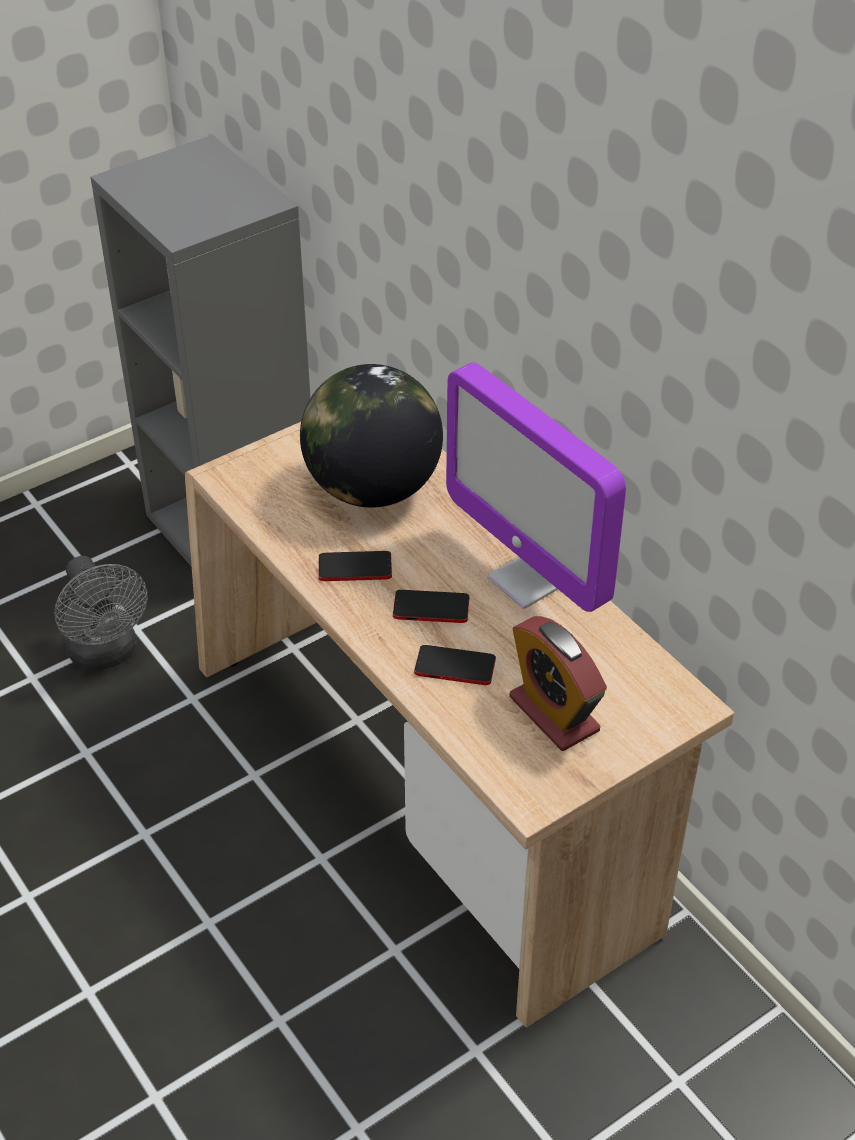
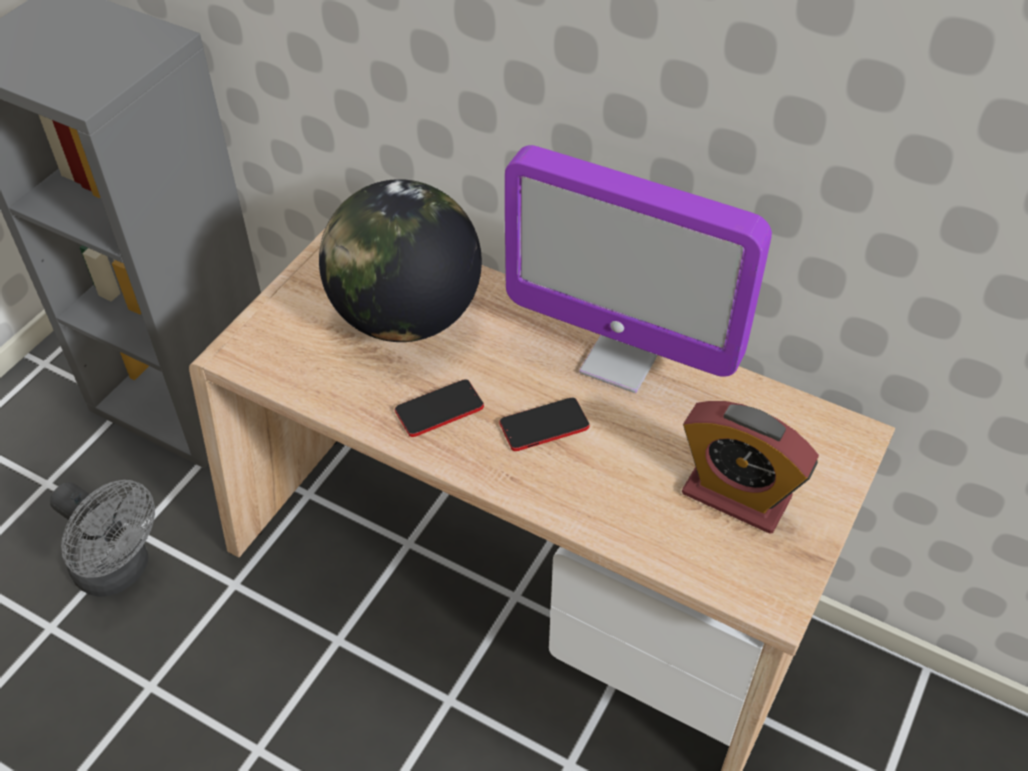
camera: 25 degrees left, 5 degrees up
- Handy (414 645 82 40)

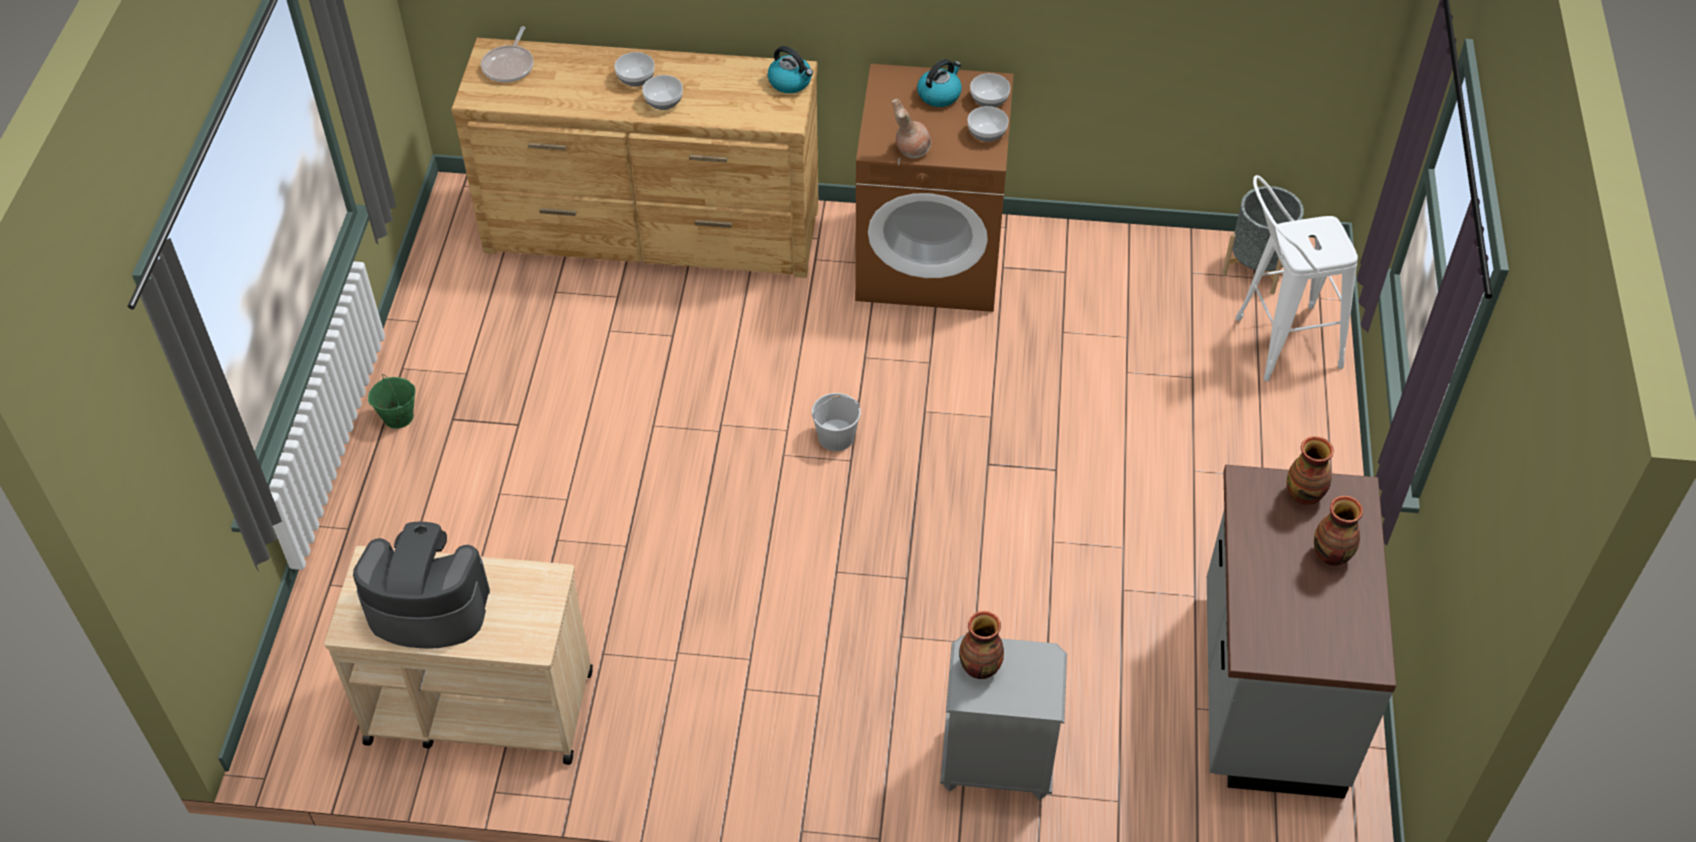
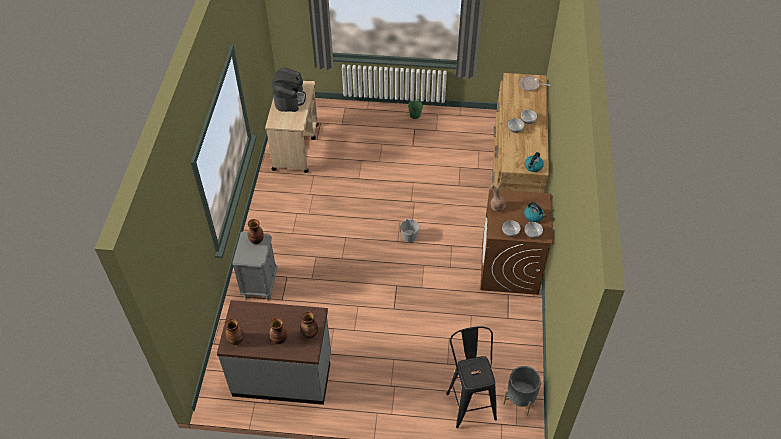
camera: 90 degrees right, 0 degrees up
+ Vase (225 318 19 27)
~ Hocker [weiß] (1236 175 122 206) to Hocker [schwarz] (446 326 51 102)

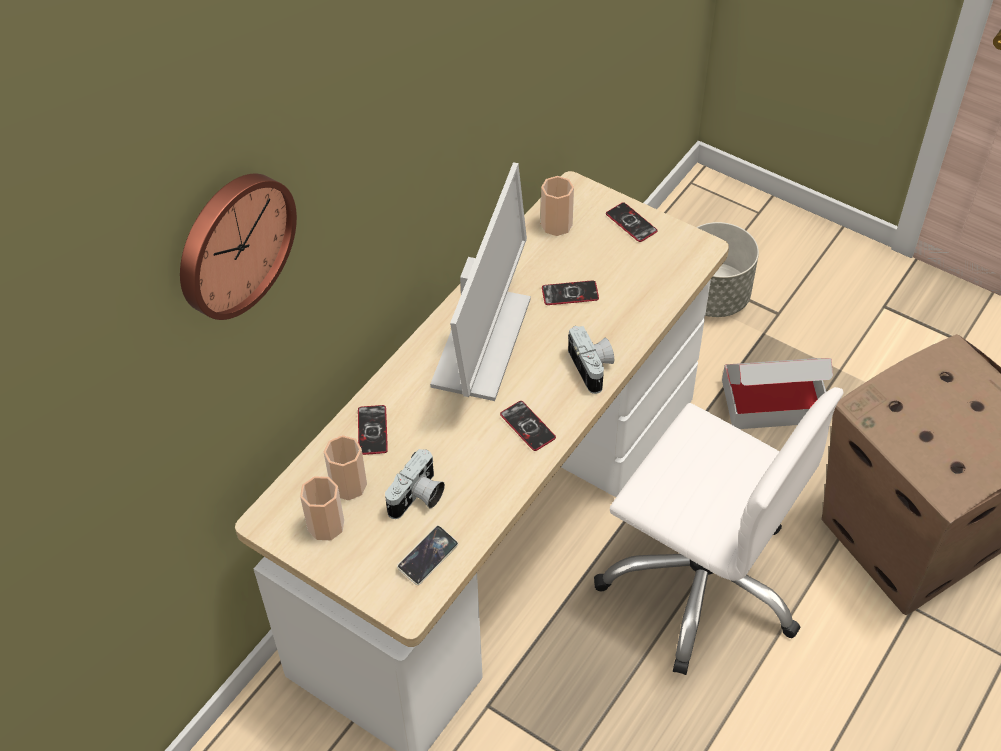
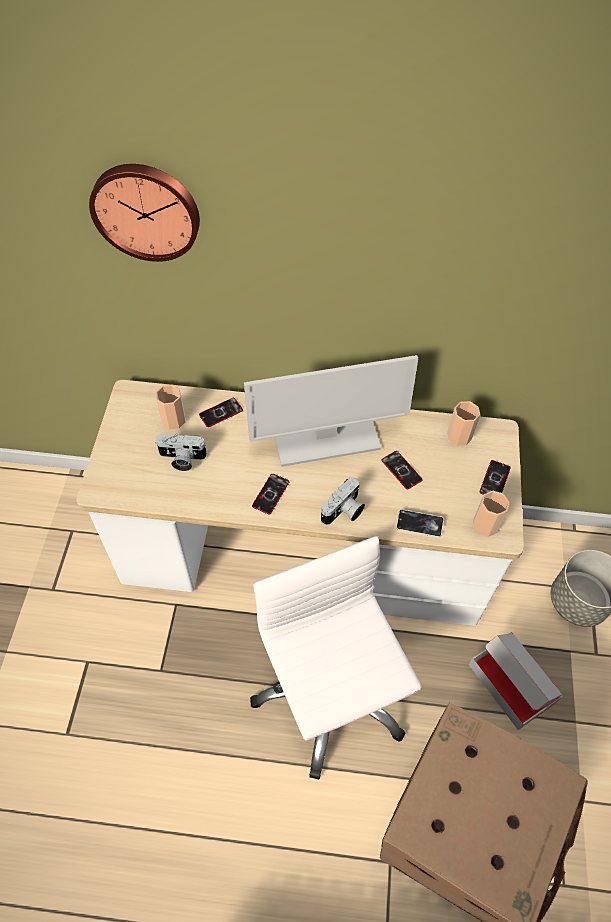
camera: 60 degrees right, 5 degrees up
~ Tasse (300 476 44 65) to (472 491 38 46)
~ Handy (397 525 61 60) to (396 509 48 28)
~ Bürostuhl [weiß] (594 387 249 288) = (250 536 172 243) 150 degrees clockwise

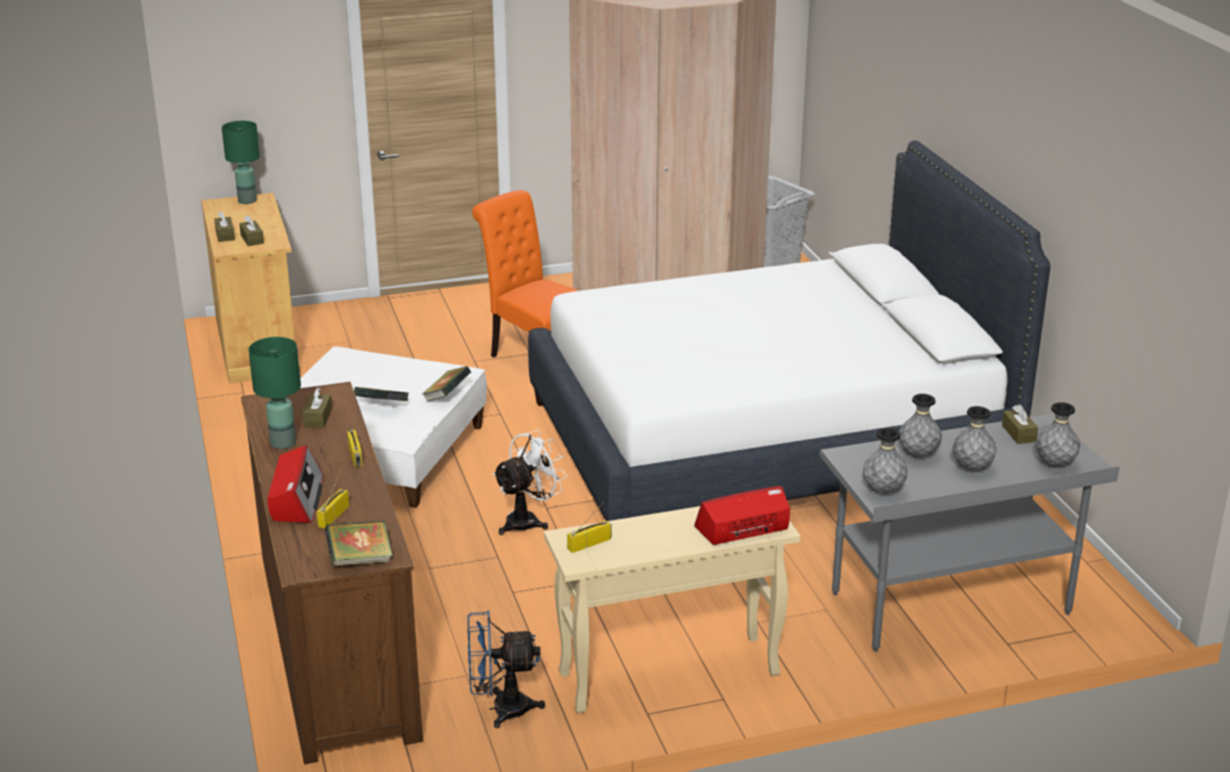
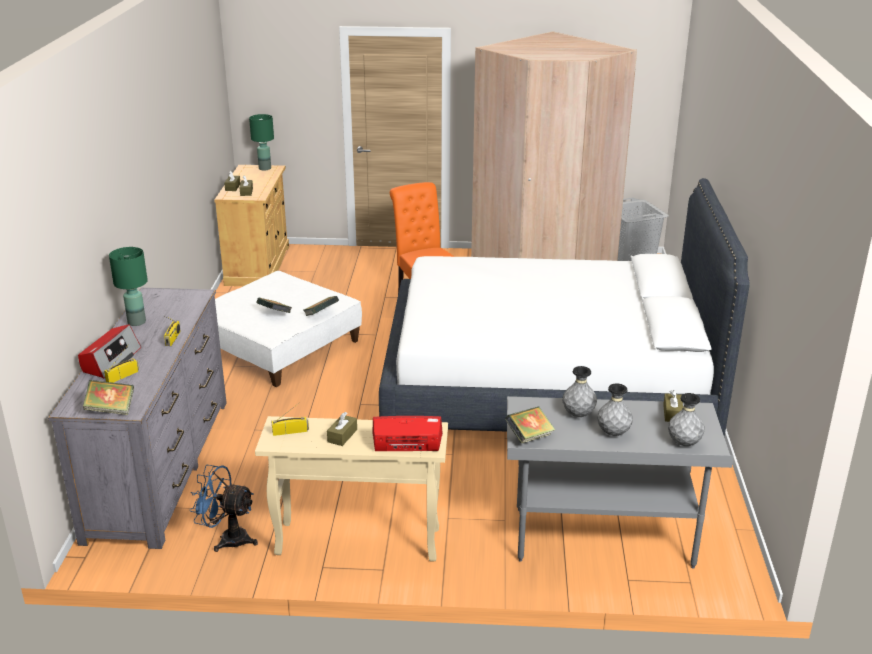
camera: 20 degrees right, 0 degrees up
- Ventilator [weiß] (492 429 75 106)
~ Taschentuchbox [braun] (302 388 30 40) to (327 412 30 34)
~ Vase [grau] (863 428 45 66) to Buch (505 406 50 38)
~ Kommode [braun] (241 382 182 382) to Kommode [grau] (48 288 179 261)

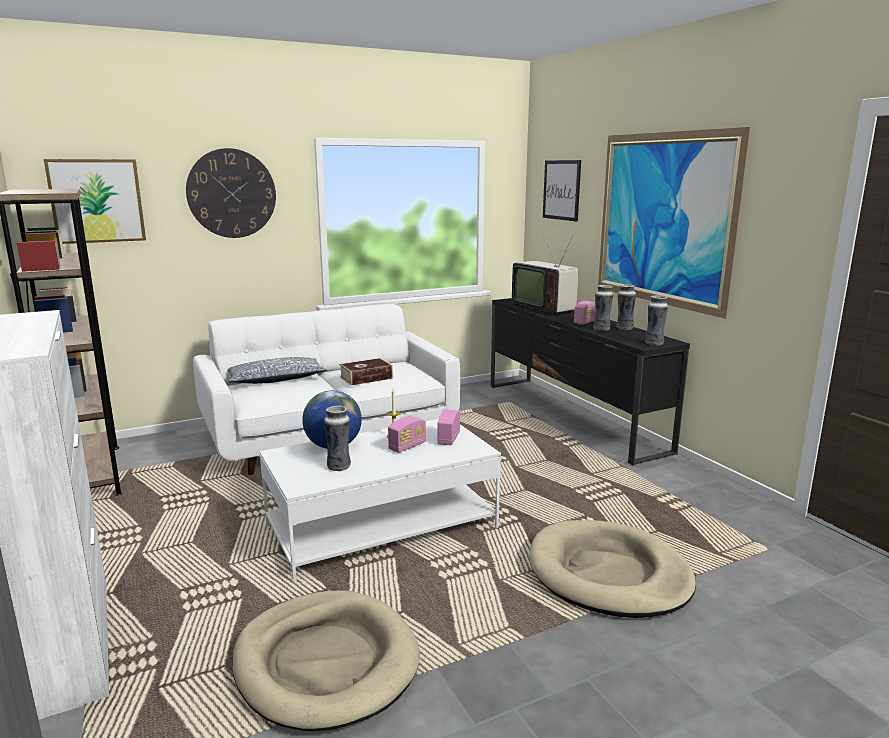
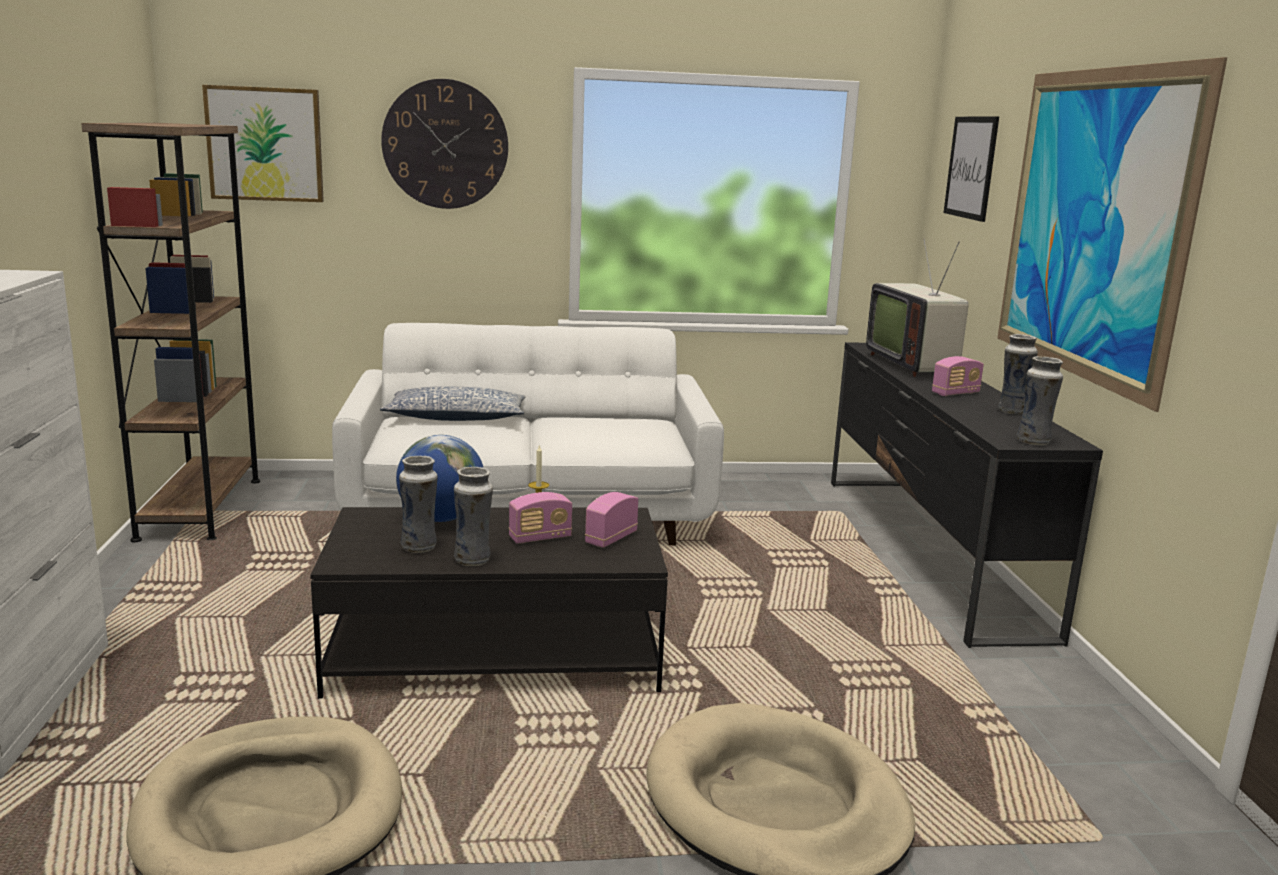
camera: 20 degrees right, 0 degrees up
- Buch (339 358 54 27)
~ Vase (593 285 20 46) to (454 467 39 99)
~ Couchtisch [weiß] (259 419 242 164) to Couchtisch [schwarz] (310 507 358 192)

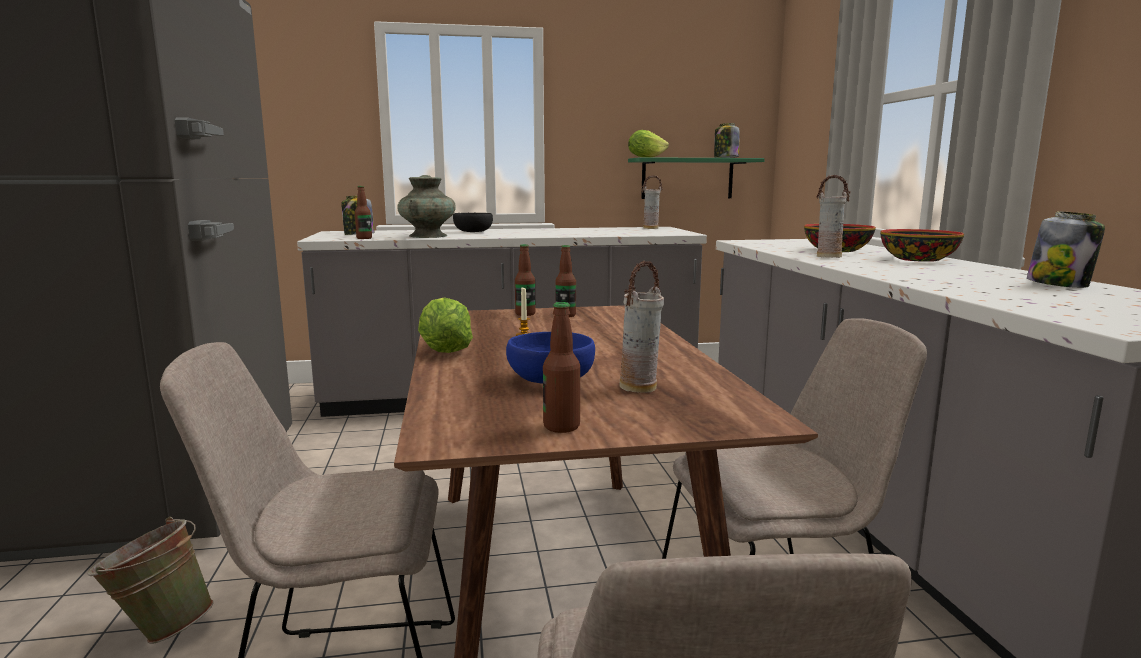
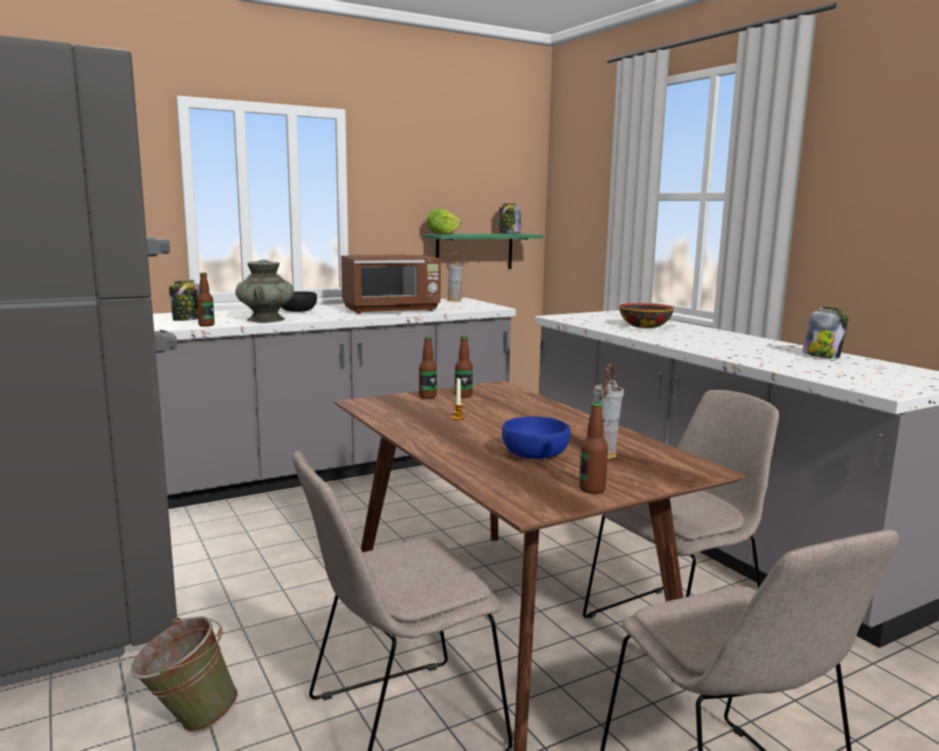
camera: 20 degrees left, 0 degrees up
- Salatkopf (418 297 55 56)
- Vase (816 175 35 83)
- Schüssel (880 229 84 33)
+ Mikrowelle [braun] (341 254 100 60)

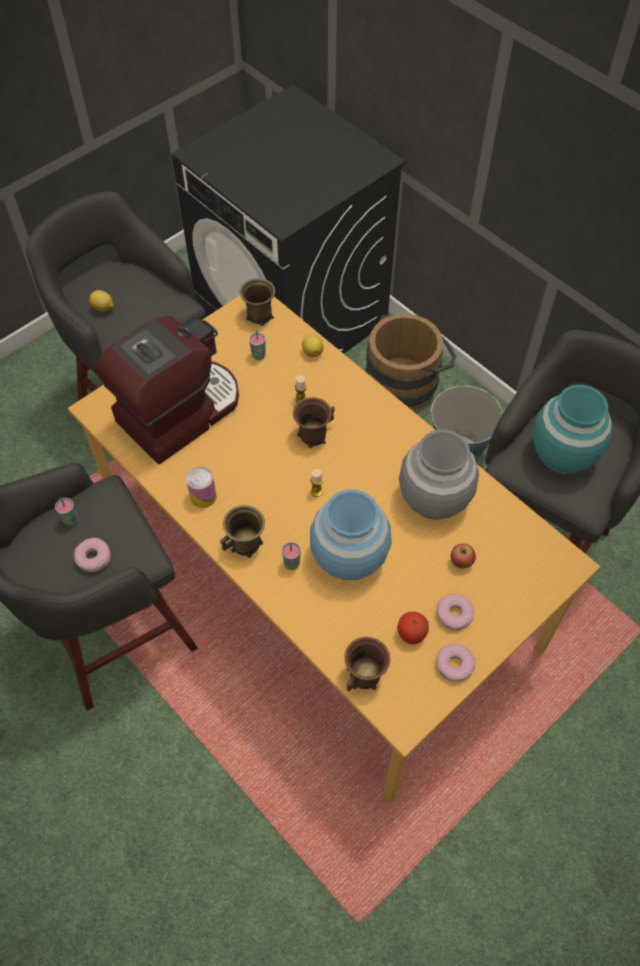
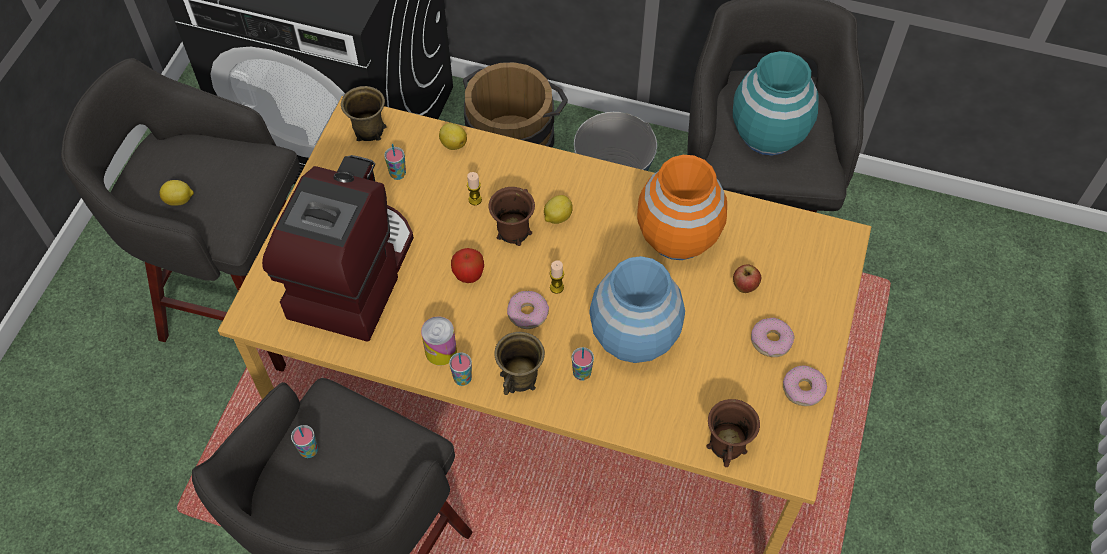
camera: 30 degrees left, 0 degrees up
+ Tasse (449 352 23 34)
+ Zitrone (544 195 29 29)
~ Donut (74 538 37 34) to (507 291 42 38)
~ Apfel (397 612 32 32) to (451 248 33 35)
~ Vase [grau] (399 429 80 91) to Vase [orange] (637 155 90 105)

